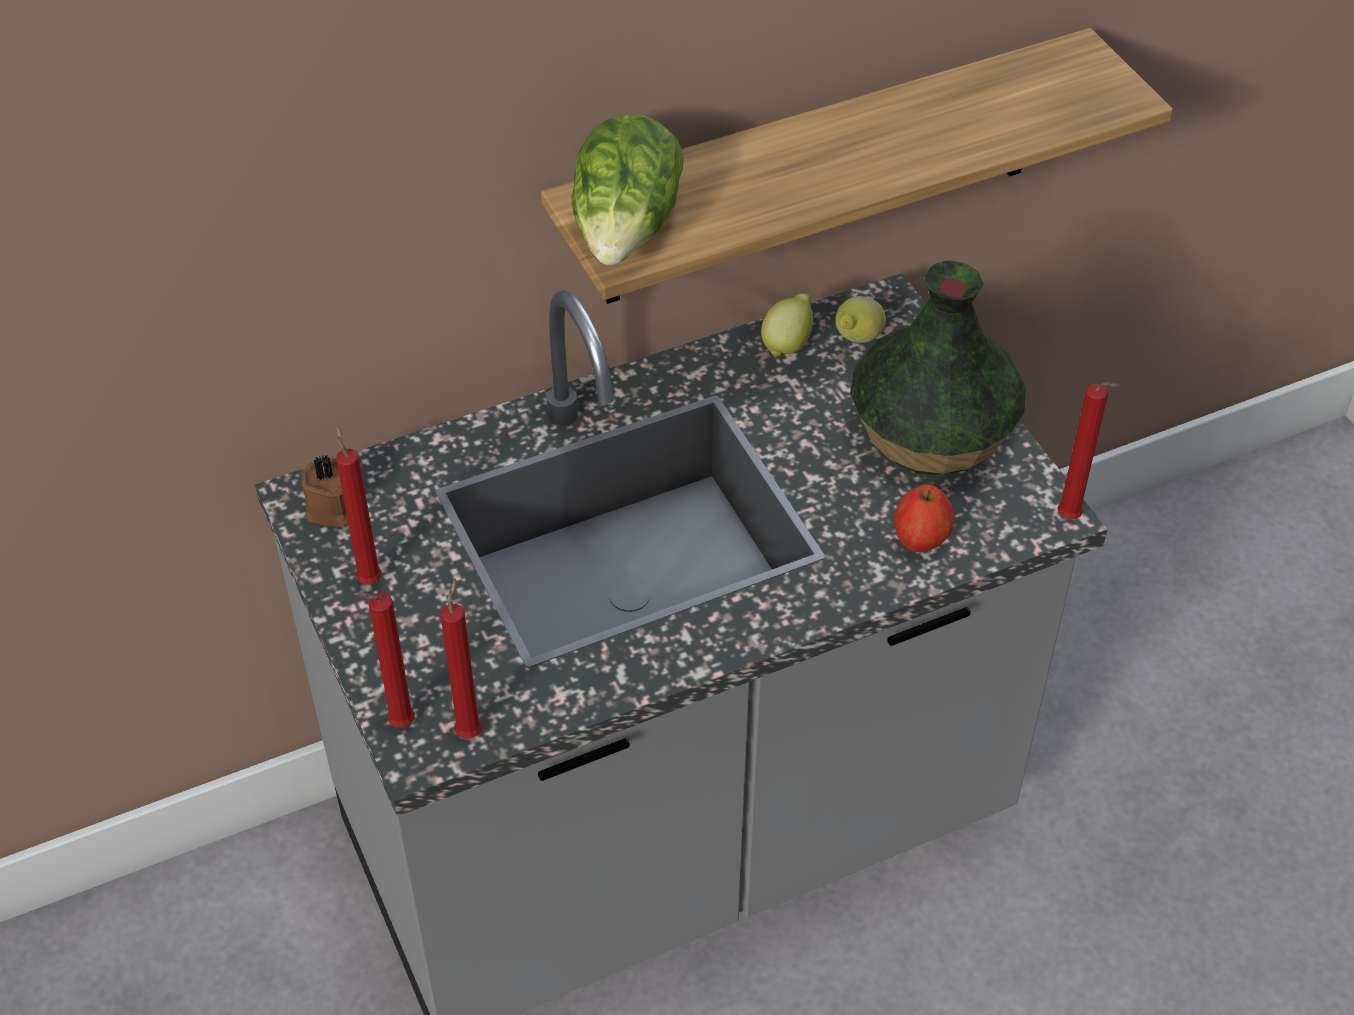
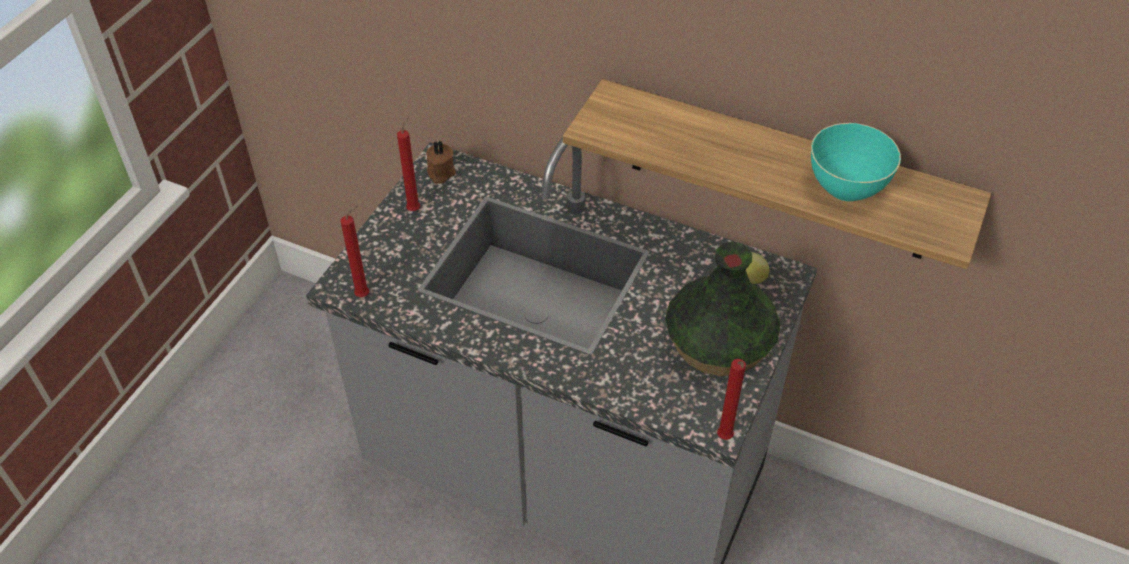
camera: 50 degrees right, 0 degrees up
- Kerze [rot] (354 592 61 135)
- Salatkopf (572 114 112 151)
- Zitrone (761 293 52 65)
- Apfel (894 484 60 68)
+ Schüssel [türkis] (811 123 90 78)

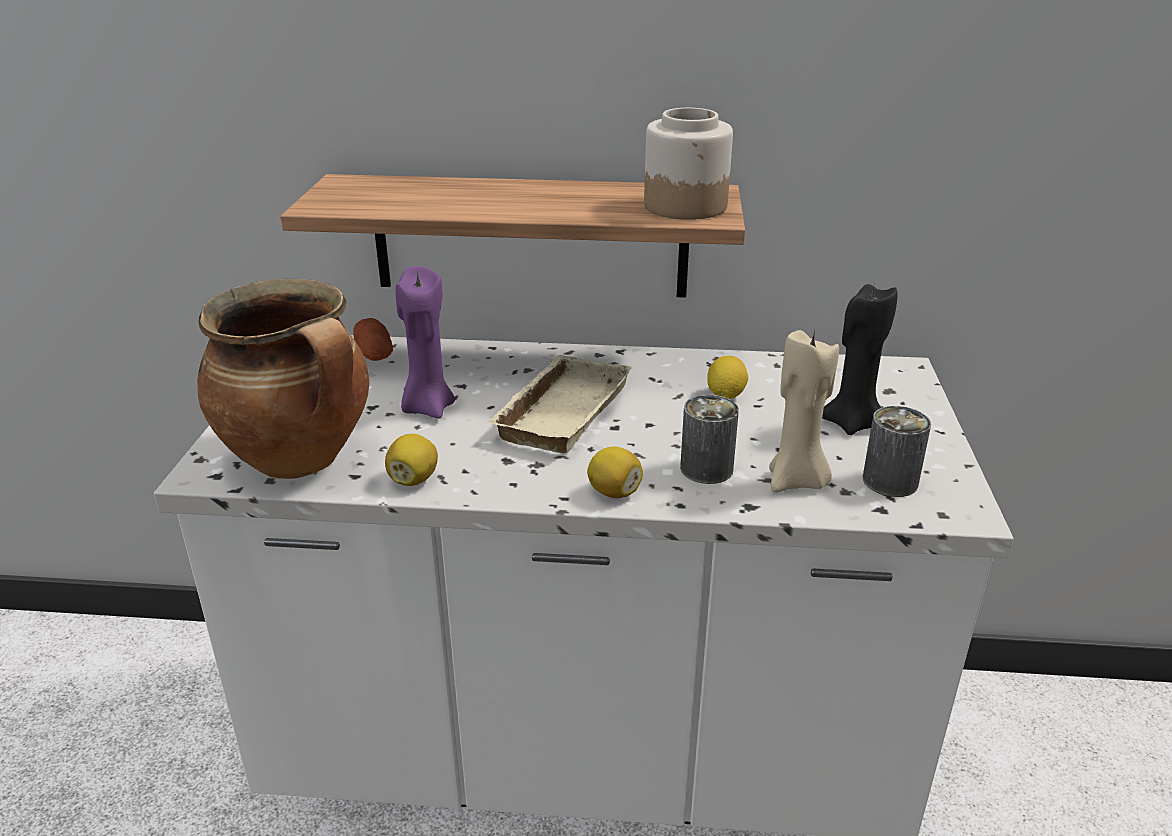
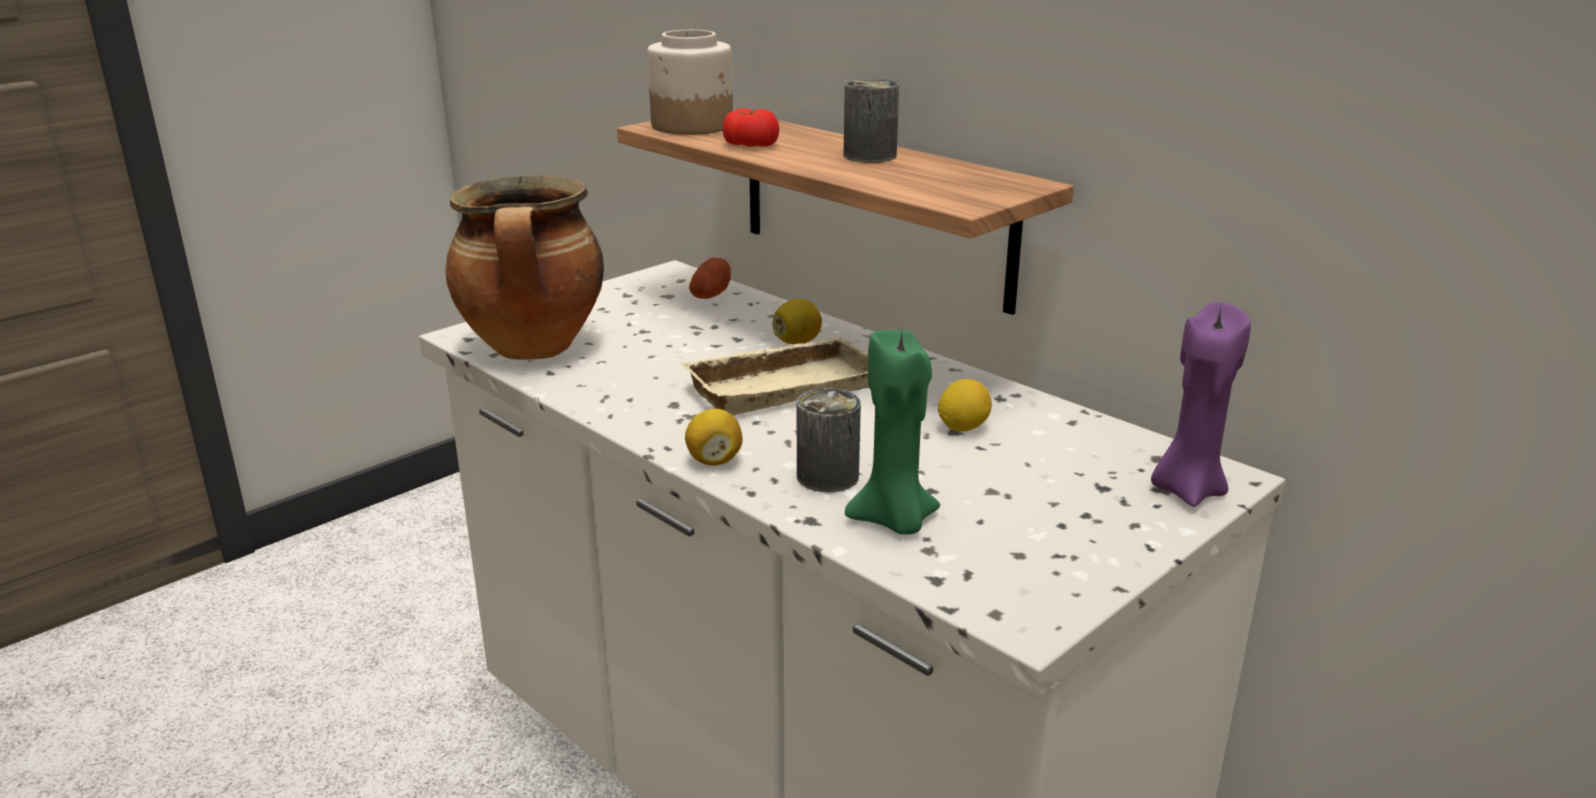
camera: 40 degrees right, 5 degrees down
- Kerze [schwarz] (822 284 76 151)
+ Tomate (722 108 57 39)
~ Zitrone (385 434 53 52) to (773 298 49 46)
~ Kerze [lila] (395 266 60 153) to (1151 302 100 205)
~ Vorratsglas (644 108 89 112) to (647 30 86 105)
~ Dose (863 406 68 91) to (843 79 56 84)
~ Kerze [beige] (769 330 70 162) to Kerze [grün] (845 330 95 204)

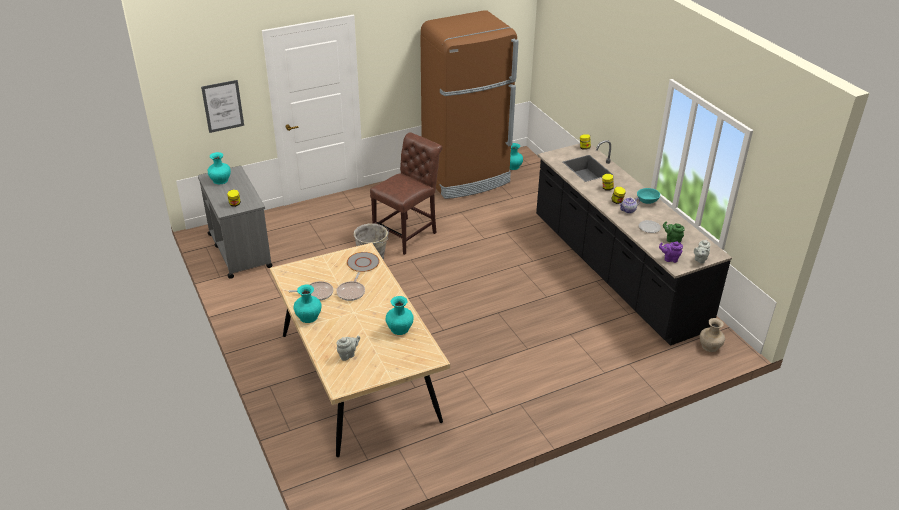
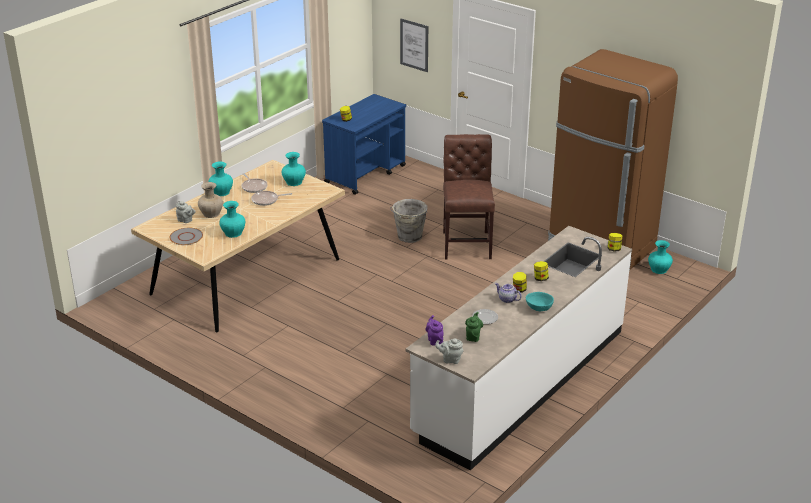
camera: 65 degrees right, 5 degrees down
~ Vase [türkis] (208 152 23 33) to (282 152 24 34)
~ Teller [grau] (347 252 32 20) to (169 228 34 17)
~ Vase [beige] (699 318 26 34) to (198 182 25 36)
~ Rollwagen [grau] (198 166 75 113) to Rollwagen [blau] (322 94 84 101)
~ Küchenzeile [schwarz] (536 140 196 206) to Küchenzeile [weiß] (405 226 227 245)
~ Stuhl [braun] (370 132 72 123) = (443 134 52 126) 105 degrees counterclockwise

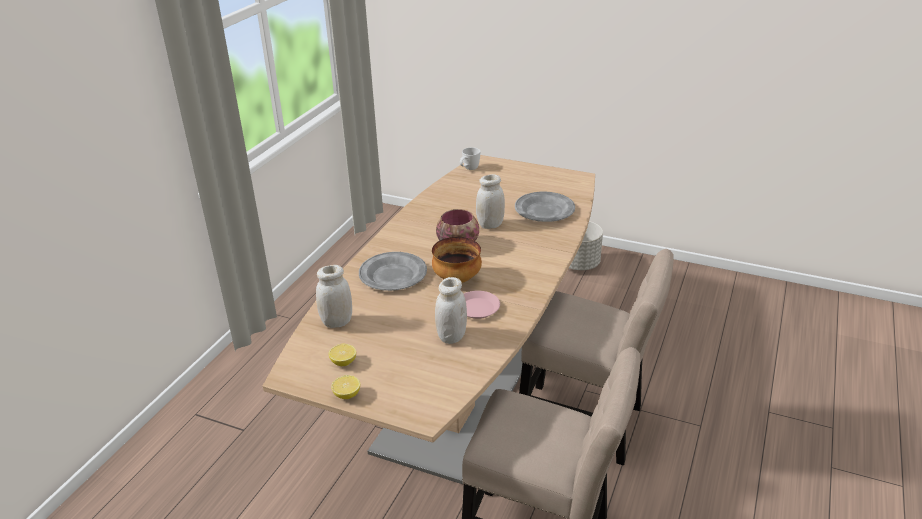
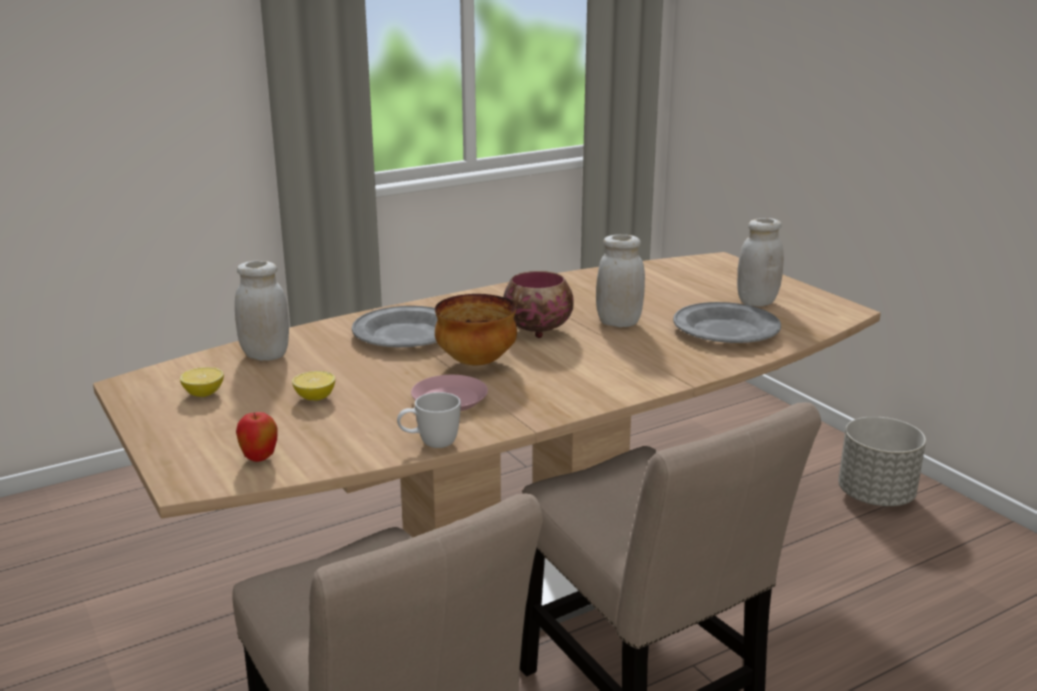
camera: 35 degrees right, 10 degrees down
+ Apfel (236 412 41 50)
~ Zitrone (331 375 29 24) to (292 371 43 30)
~ Vorratsglas [weiß] (435 277 32 67) to (737 218 47 89)
~ Henkelbecher [weiß] (460 147 20 23) to (397 392 64 56)

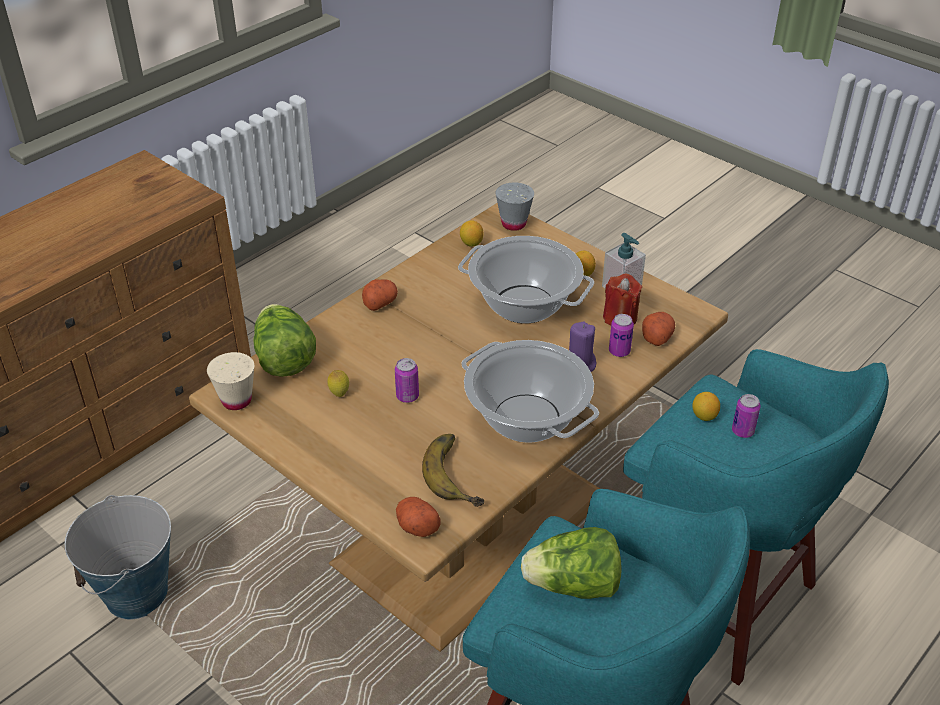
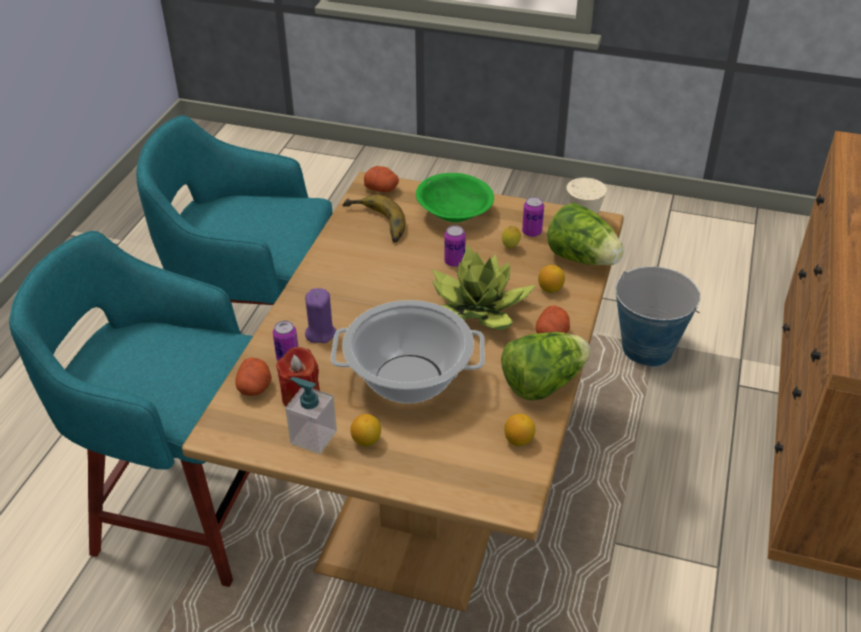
camera: 155 degrees right, 0 degrees up
- Kochtopf (461 340 138 103)
- Tasse [grau] (495 182 39 49)
+ Schüssel [grün] (416 173 78 49)
+ Topfpflanze (432 244 104 86)
~ Salatkopf (521 527 101 72) to (501 332 90 68)
~ Zitrone (692 392 28 29) to (538 265 27 28)
~ Dose (732 394 29 44) to (522 197 22 40)

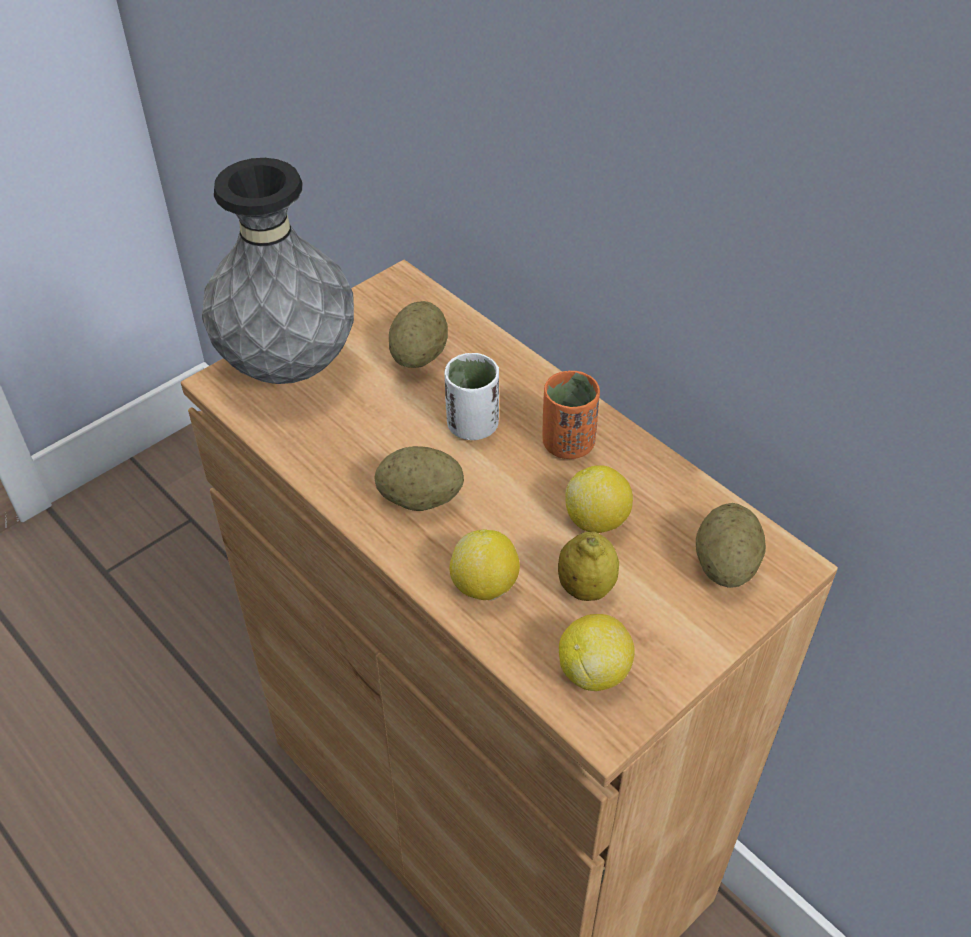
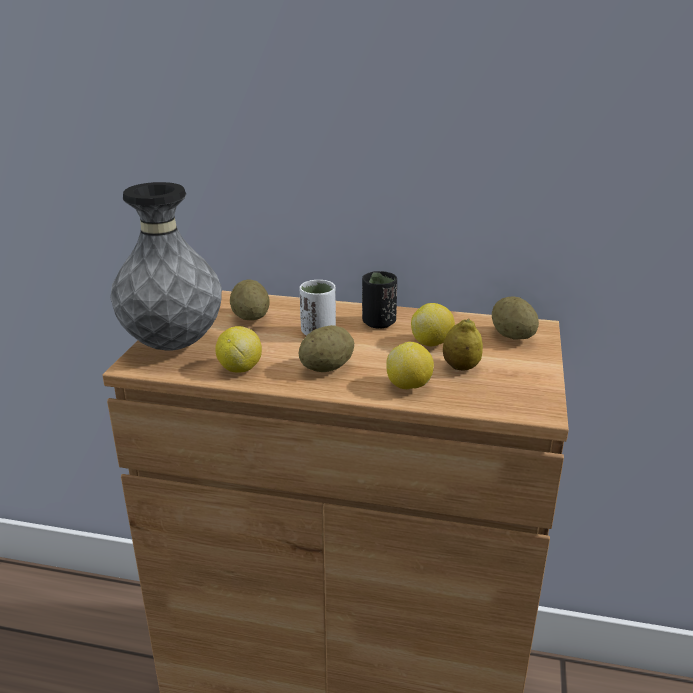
camera: 35 degrees left, 20 degrees down
~ Zitrone (559 614 76 77) to (215 326 47 47)
~ Tasse [orange] (543 371 57 88) to Tasse [schwarz] (362 271 35 57)

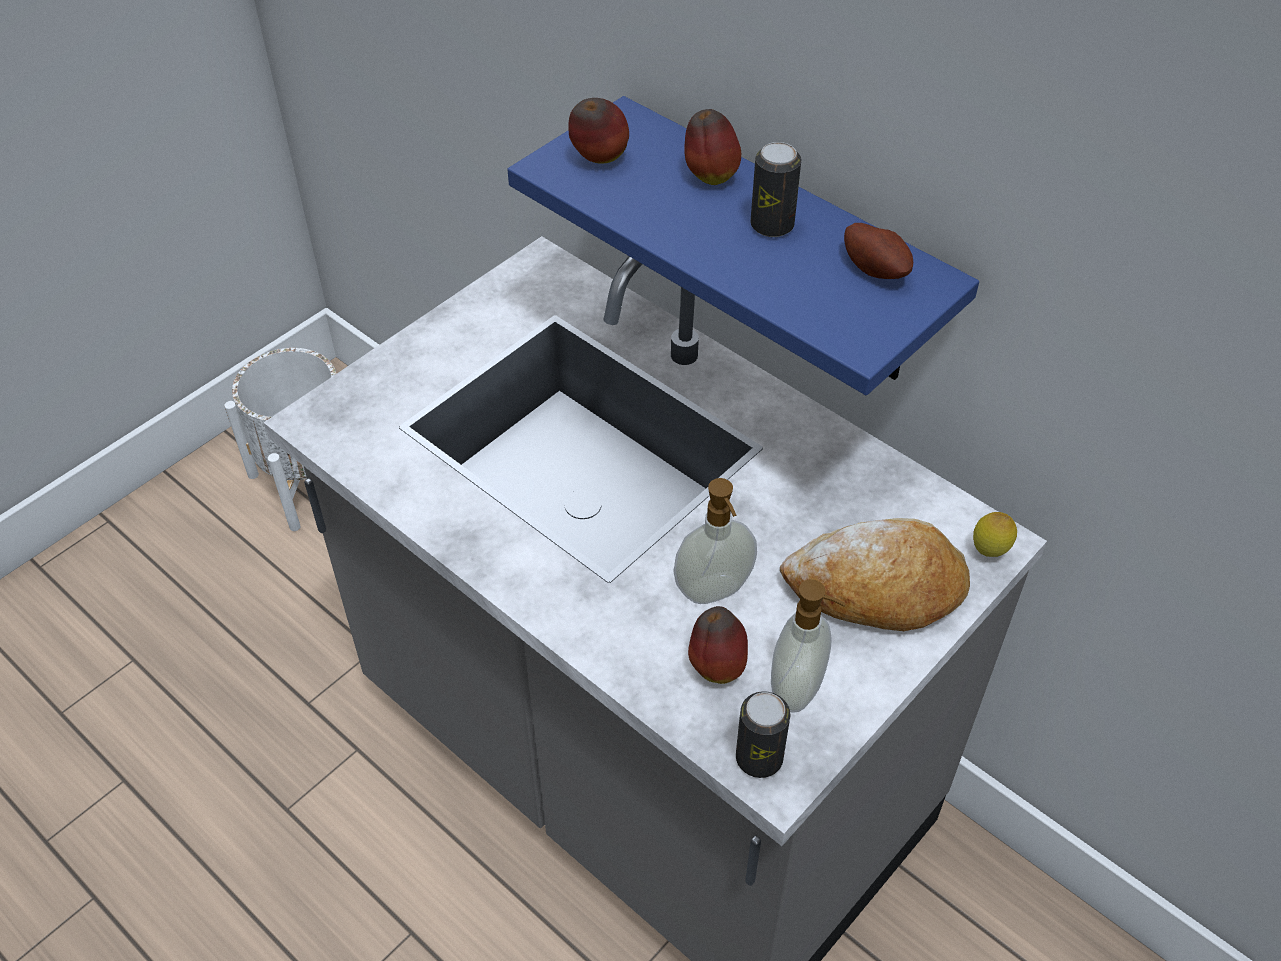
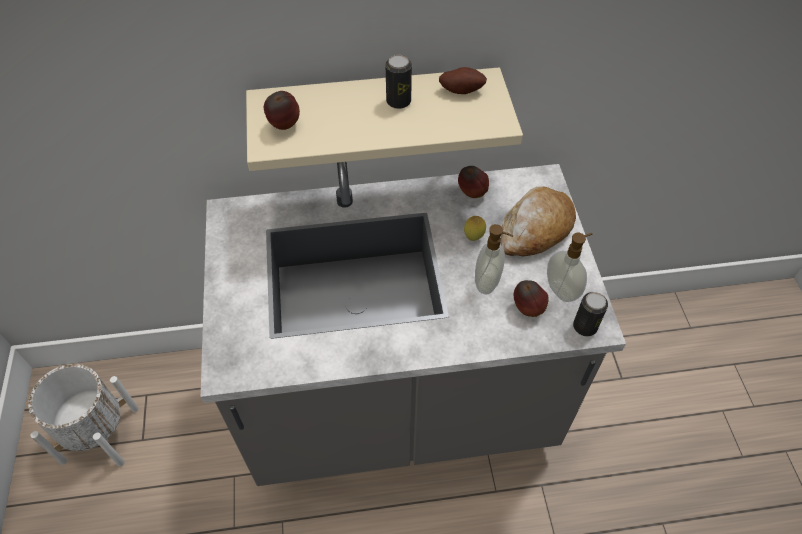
camera: 50 degrees left, 5 degrees up
~ Apfel (684 109 57 76) to (458 166 31 32)
~ Zitrone (973 512 44 45) to (464 216 22 25)
~ Wandregal [blau] (507 96 472 299) to Wandregal [beige] (246 68 277 103)

